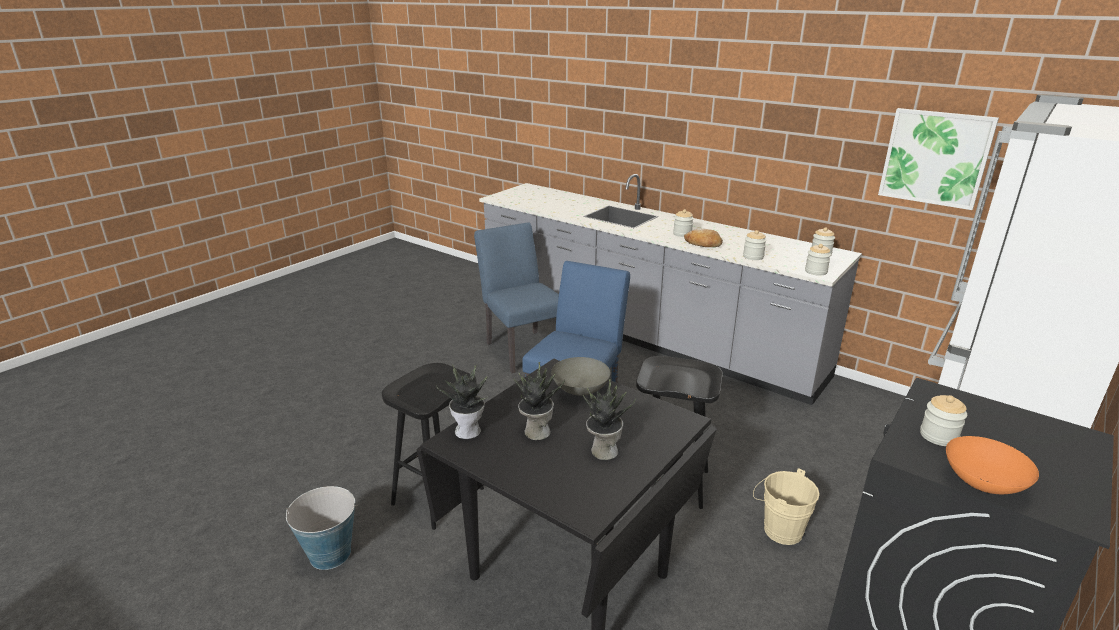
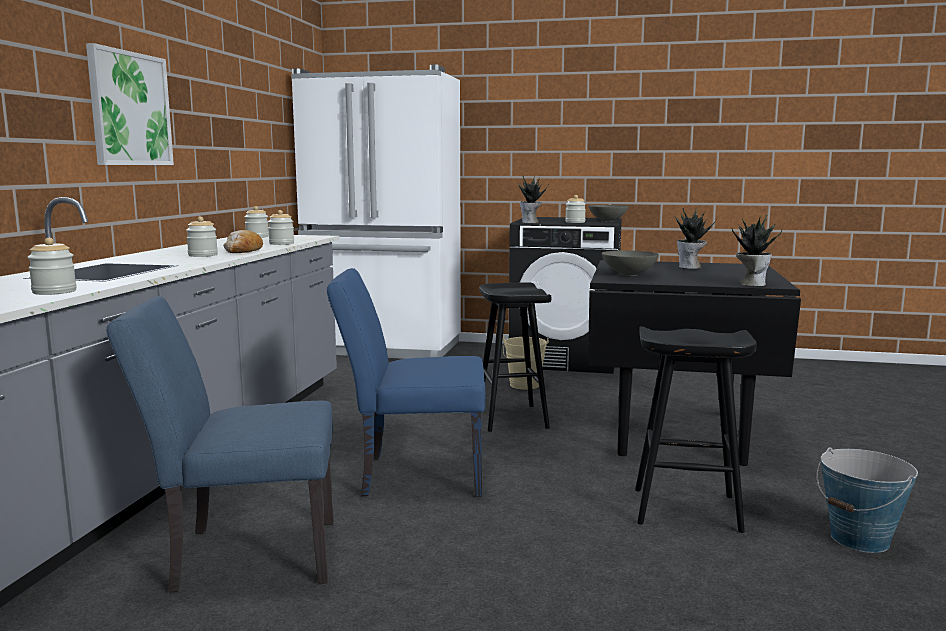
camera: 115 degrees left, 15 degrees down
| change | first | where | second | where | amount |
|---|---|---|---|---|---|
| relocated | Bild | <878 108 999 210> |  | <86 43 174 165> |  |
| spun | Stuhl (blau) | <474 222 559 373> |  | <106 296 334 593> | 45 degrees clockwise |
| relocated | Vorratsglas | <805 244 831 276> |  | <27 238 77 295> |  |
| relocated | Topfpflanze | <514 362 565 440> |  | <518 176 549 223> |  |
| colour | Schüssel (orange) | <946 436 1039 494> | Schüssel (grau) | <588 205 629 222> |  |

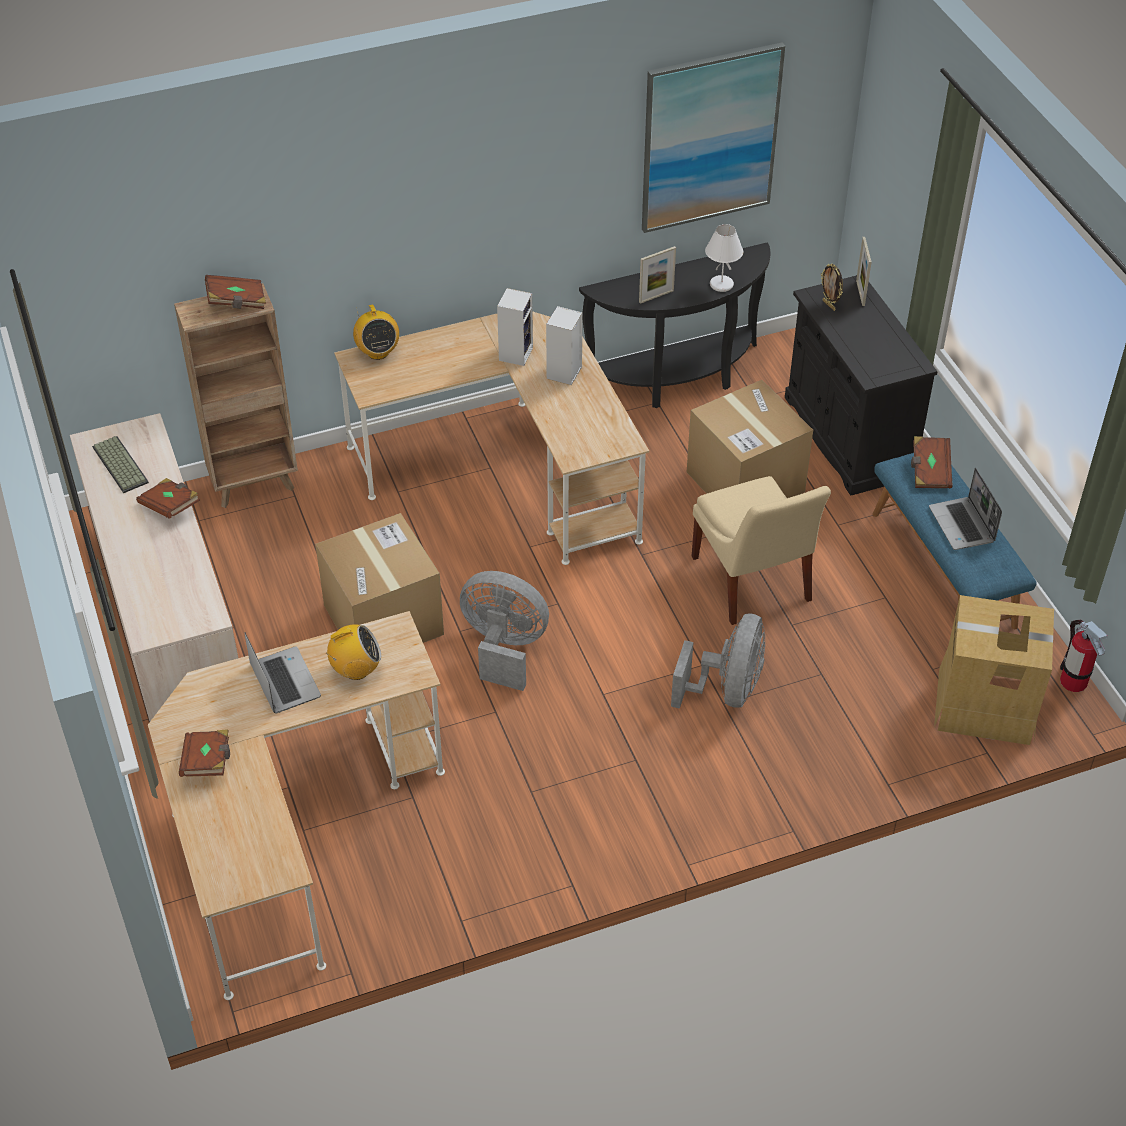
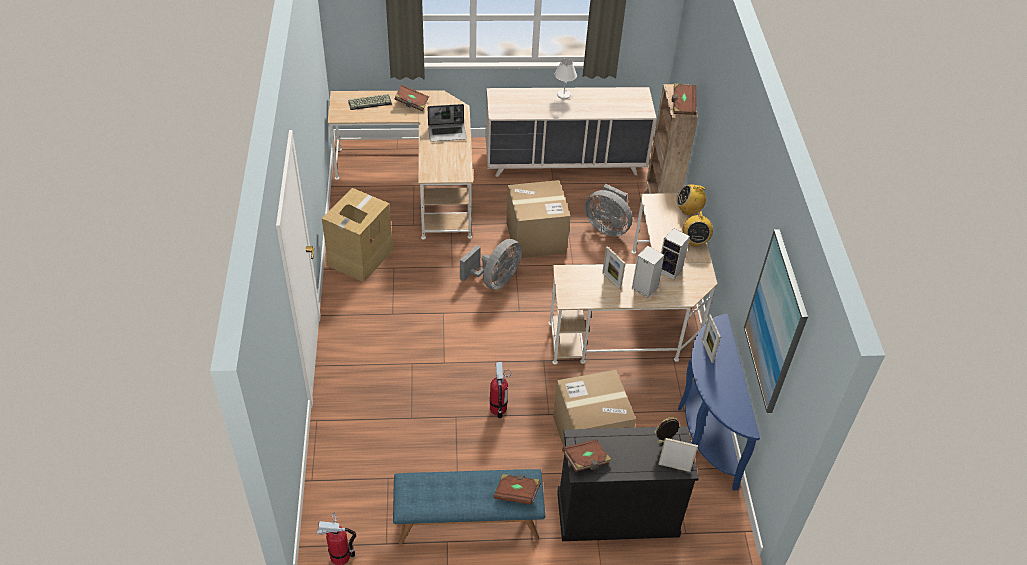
camera: 105 degrees right, 0 degrees up
| change | first | where | second | where | amount |
|---|---|---|---|---|---|
| relocated | Tischlampe (weiß) | <705 224 743 292> |  | <554 59 577 99> |  |
| colour | Konsolentisch (schwarz) | <579 243 770 408> | Konsolentisch (blau) | <678 314 760 491> |  |
| relocated | Tastatur | <92 436 149 493> |  | <348 94 392 110> |  |
| missing | Laptop | <929 468 1002 550> |  |  |  |
| exchanged | Stuhl (beige) | <692 476 831 625> | Feuerlöscher | <489 362 511 419> |  |
| relocated | Buch (braun) | <136 478 200 519> |  | <562 439 611 472> |  |
| relocated | Karton | <934 595 1054 745> |  | <322 188 394 282> |  |
| relocated | Ventilator (grau) | <671 613 765 709> |  | <585 184 633 236> |  |
| relocated | Radio | <326 625 381 680> |  | <683 211 713 247> |  |
| appeared |  |  | Bilderrahmen | <602 246 626 290> |  |

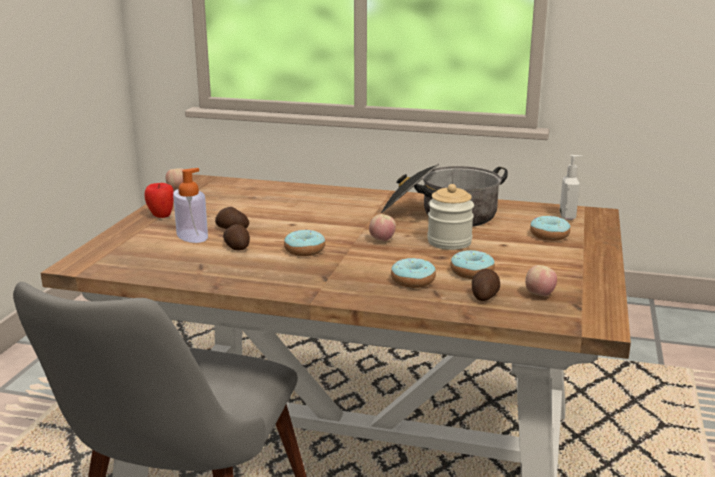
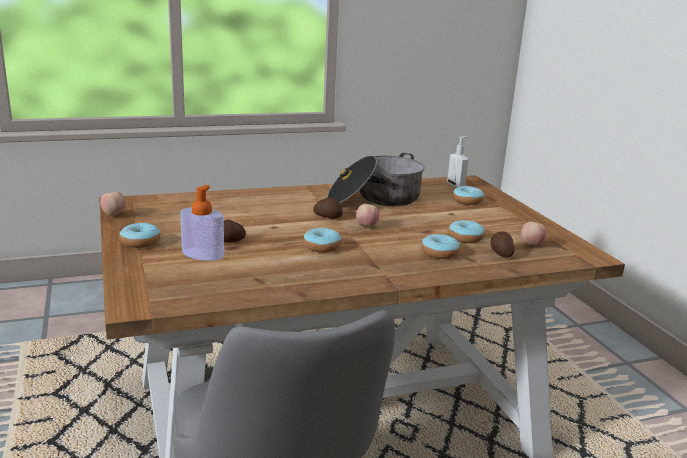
camera: 35 degrees left, 0 degrees up
| change | first | where | second | where | amount |
|---|---|---|---|---|---|
| exchanged | Apfel | <144 183 174 218> | Donut | <120 223 161 248> |  |
| missing | Vorratsglas | <427 184 474 250> |  |  |  |
| relocated | Kartoffel | <223 224 250 250> |  | <313 197 343 219> |  |

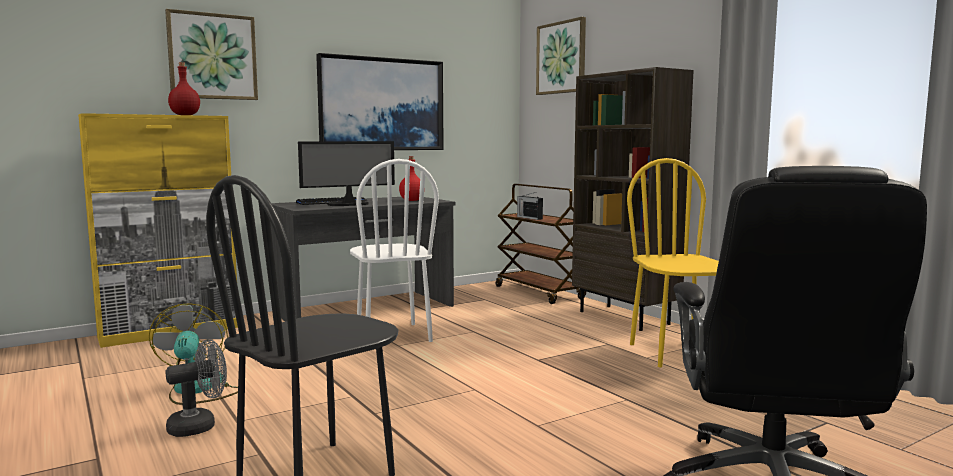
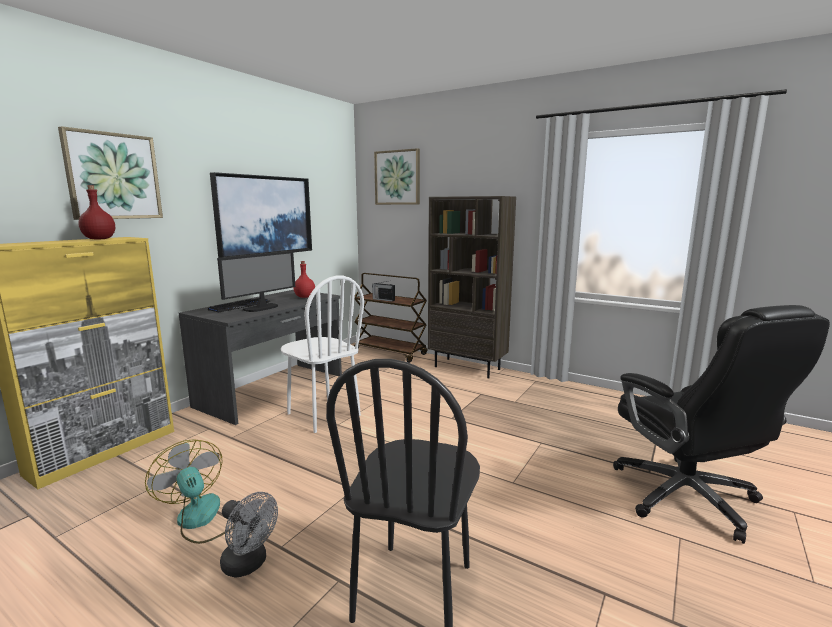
camera: 25 degrees left, 5 degrees up
| change | first | where | second | where | amount |
|---|---|---|---|---|---|
| missing | Stuhl (gelb) | <627 158 719 367> |  |  |  |
| spun | Ventilator (grau) | <166 339 227 437> |  | <220 492 278 578> | 90 degrees clockwise |

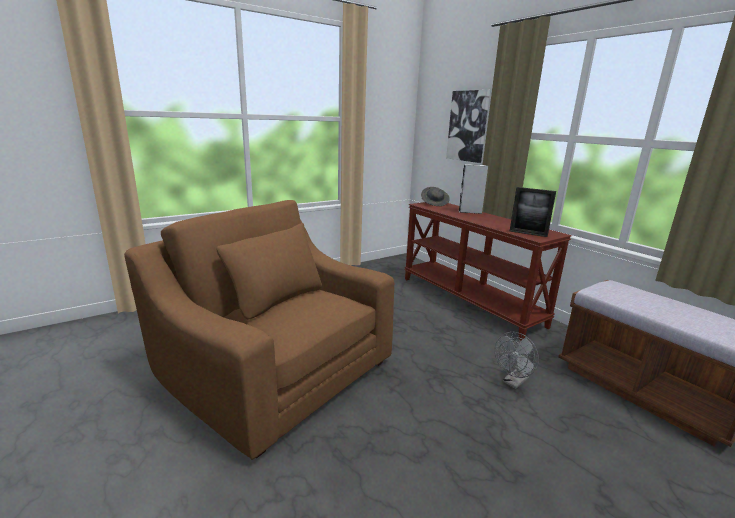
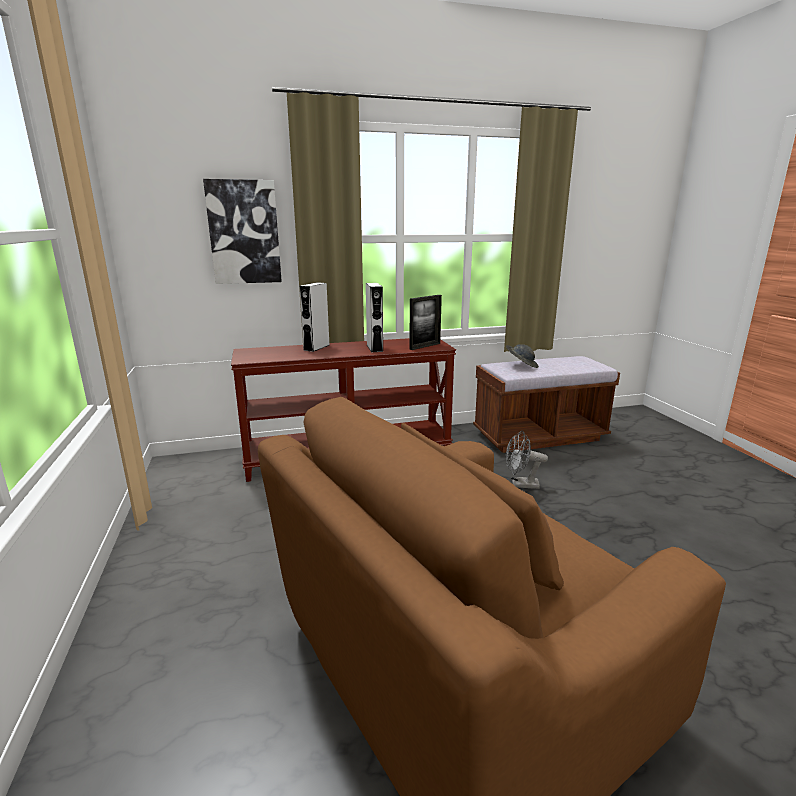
camera: 70 degrees left, 0 degrees up
| change | first | where | second | where | amount |
|---|---|---|---|---|---|
| relocated | Hut (grau) | <421 187 450 206> |  | <506 344 539 368> |  |
| spun | Ventilator (grau) | <495 332 539 389> |  | <506 431 548 489> | 120 degrees clockwise |
| appeared |  |  | Lautsprecher (grau) | <366 283 383 352> |  |

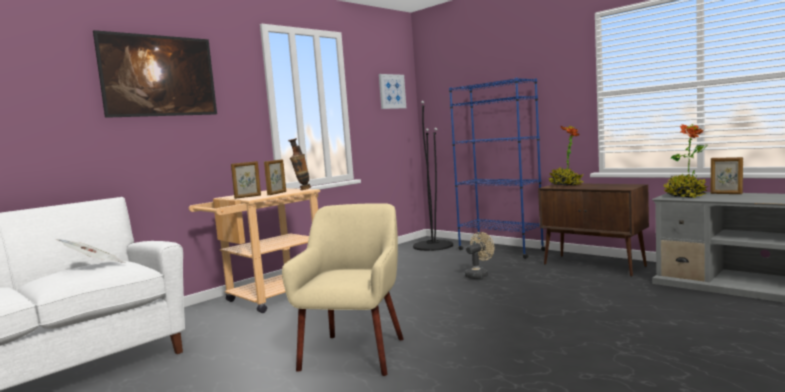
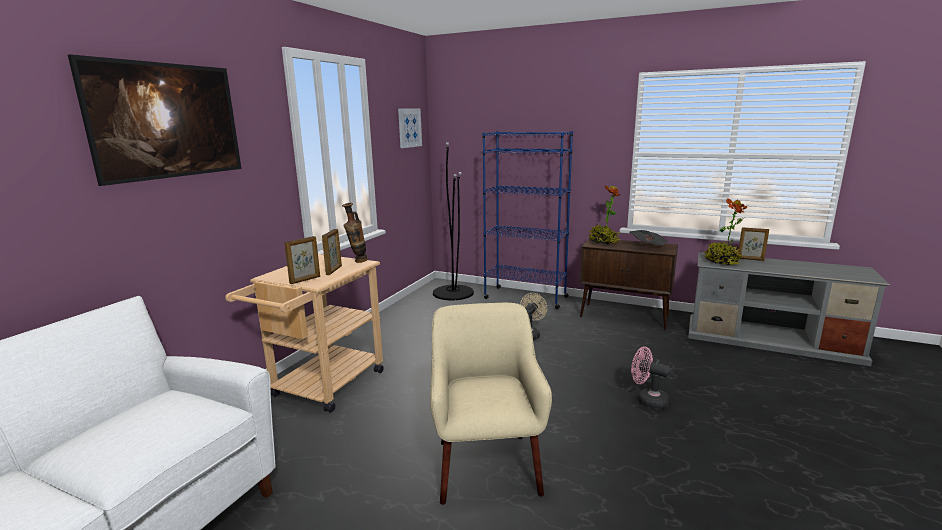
camera: 20 degrees left, 10 degrees up
| change | first | where | second | where | amount |
|---|---|---|---|---|---|
| relocated | Zeitung | <55 239 123 262> |  | <629 230 667 245> |  |
| appeared |  |  | Ventilator (rosa) | <631 346 671 410> |  |

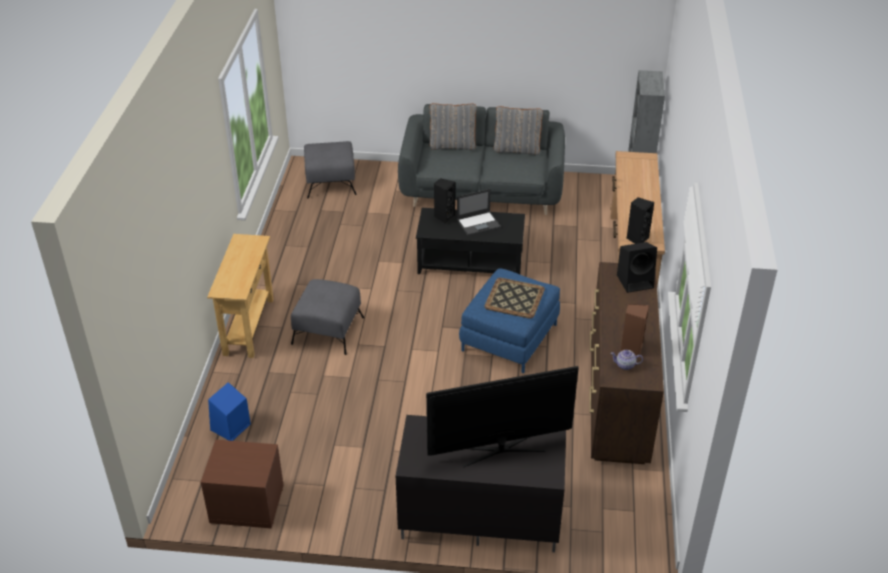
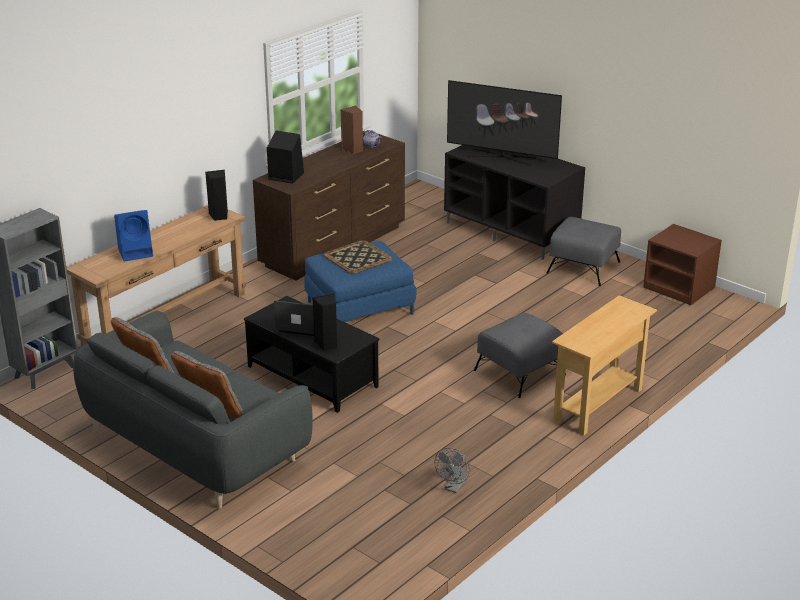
camera: 145 degrees left, 10 degrees down
| change | first | where | second | where | amount |
|---|---|---|---|---|---|
| relocated | Polsterhocker (grau) | <304 141 357 198> |  | <546 217 621 286> |  |
| relocated | Lautsprecher (blau) | <208 382 251 441> |  | <114 210 153 262> |  |
| appeared |  |  | Ventilator (grau) | <435 448 470 493> |  |

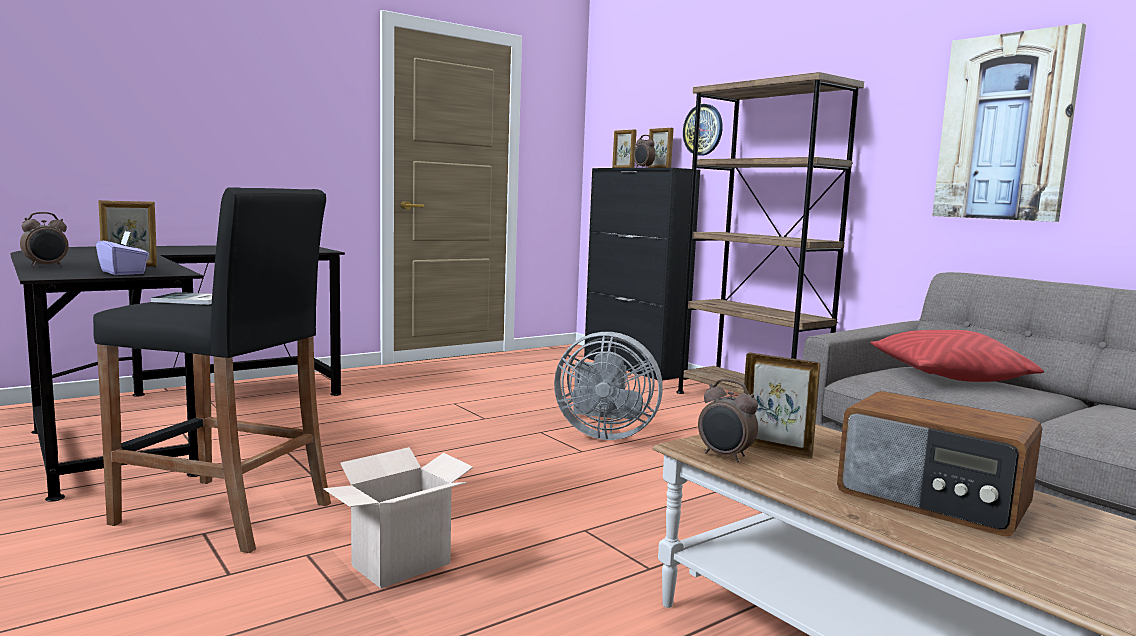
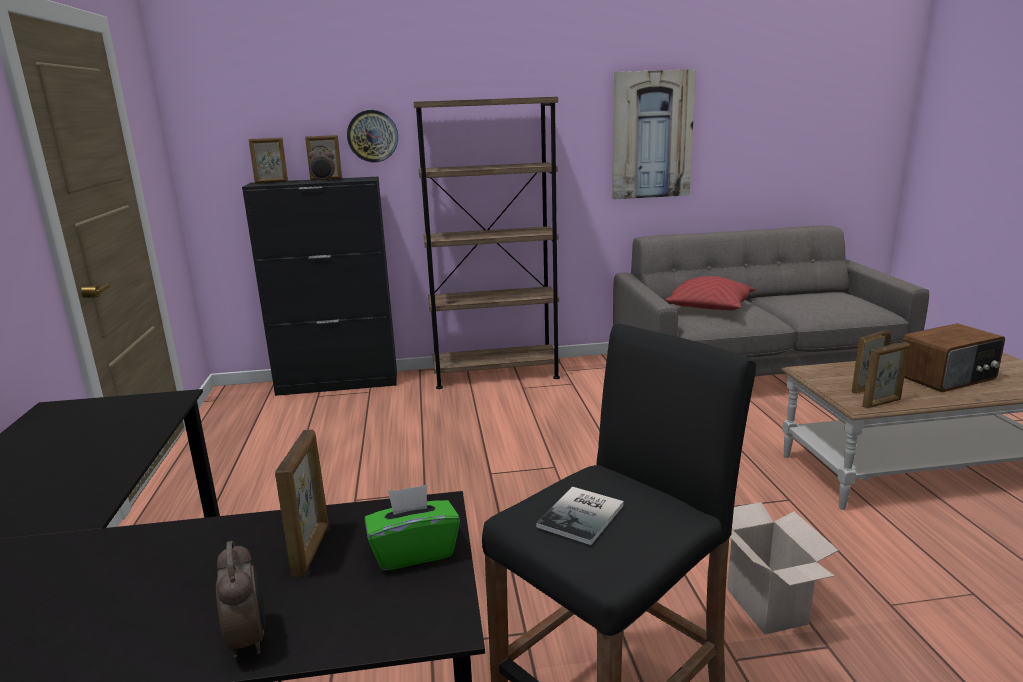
camera: 60 degrees left, 10 degrees up
| change | first | where | second | where | amount |
|---|---|---|---|---|---|
| colour | Taschentuchbox (lila) | <96 231 149 275> | Taschentuchbox (grün) | <365 485 460 571> |  |
| missing | Ventilator (grau) | <554 332 663 440> |  |  |  |
| exchanged | Wecker | <698 379 758 463> | Bilderrahmen | <862 342 909 408> |  |

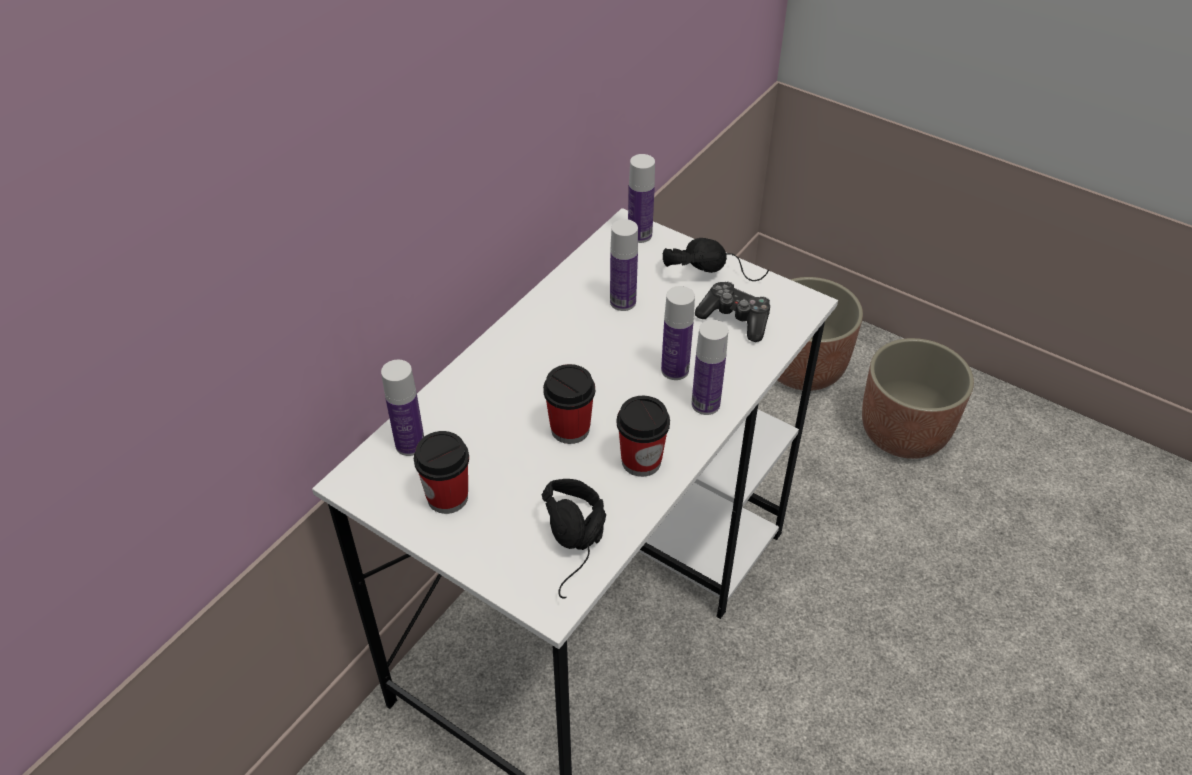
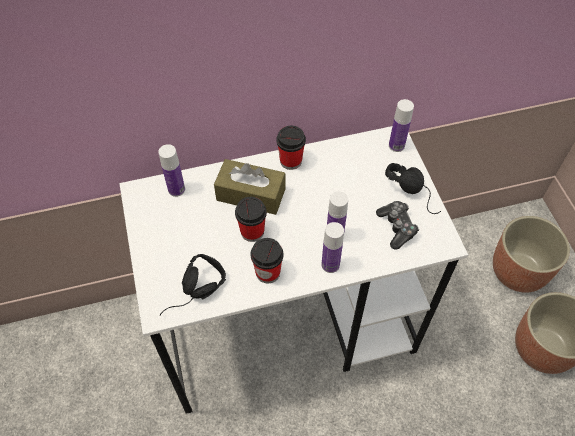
camera: 40 degrees right, 10 degrees up
| change | first | where | second | where | amount |
|---|---|---|---|---|---|
| missing | Flasche | <610 219 638 311> |  |  |  |
| relocated | Tasse | <414 431 469 514> |  | <277 126 306 170> |  |
| appeared |  |  | Taschentuchbox (braun) | <214 159 285 215> |  |

